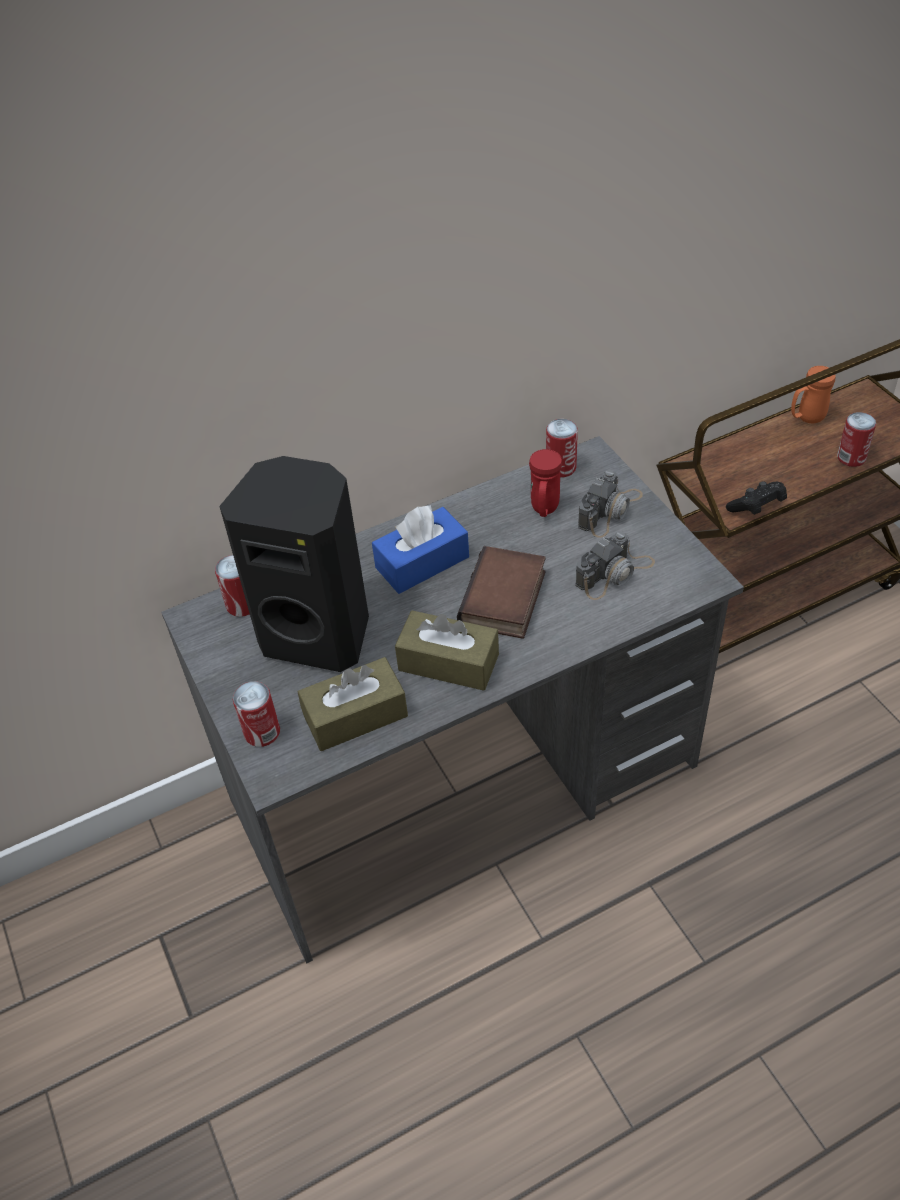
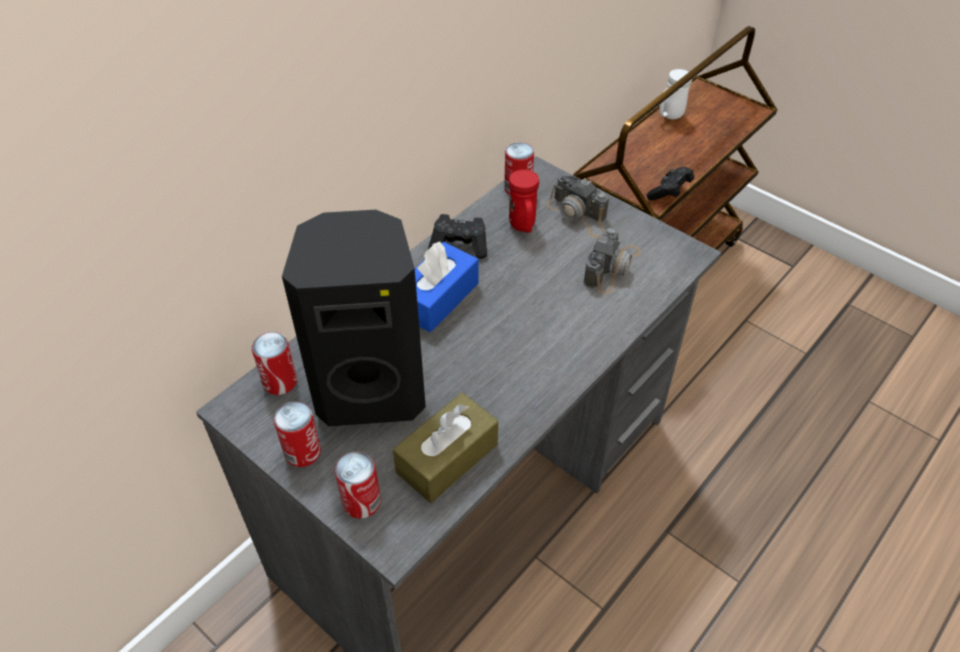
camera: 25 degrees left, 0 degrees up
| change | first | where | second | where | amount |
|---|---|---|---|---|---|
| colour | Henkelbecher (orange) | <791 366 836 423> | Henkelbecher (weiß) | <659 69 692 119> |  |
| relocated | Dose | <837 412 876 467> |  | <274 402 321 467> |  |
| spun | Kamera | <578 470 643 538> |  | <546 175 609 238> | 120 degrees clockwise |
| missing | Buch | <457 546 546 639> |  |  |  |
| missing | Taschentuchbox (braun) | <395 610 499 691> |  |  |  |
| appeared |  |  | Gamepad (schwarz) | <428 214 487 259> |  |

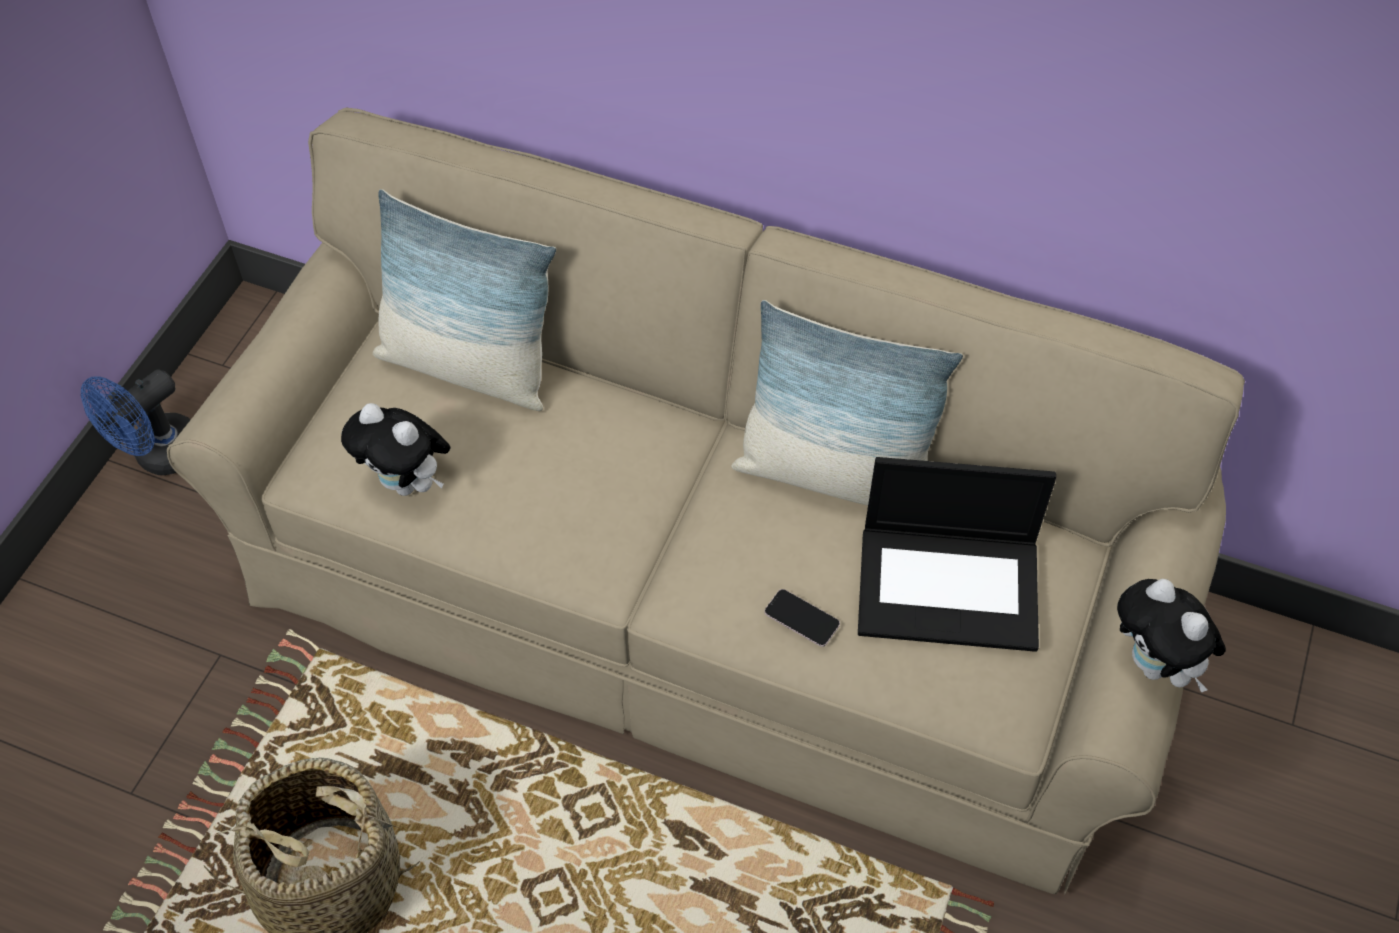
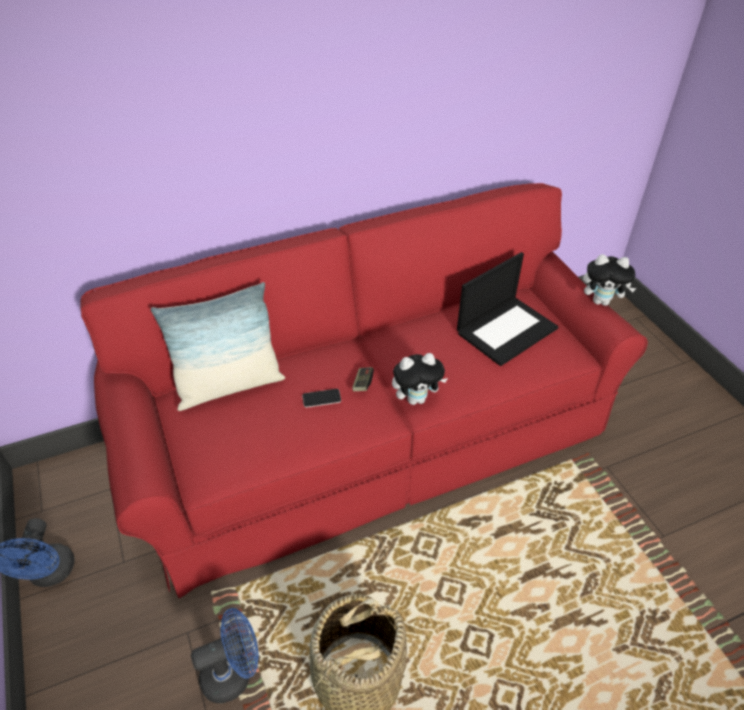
camera: 45 degrees left, 10 degrees down
| change | first | where | second | where | amount |
|---|---|---|---|---|---|
| colour | Sofa (beige) | <167 108 1245 894> | Sofa (rot) | <80 183 648 598> |  |
| missing | Kissen | <731 300 963 506> |  |  |  |
| relocated | Plüschtier | <341 403 451 496> |  | <392 353 448 405> |  |
| relocated | Handy | <764 589 840 647> |  | <302 389 341 408> |  |
| appeared |  |  | Gamepad | <352 367 374 391> |  |
| appeared |  |  | Ventilator (blau) | <191 608 259 703> |  |

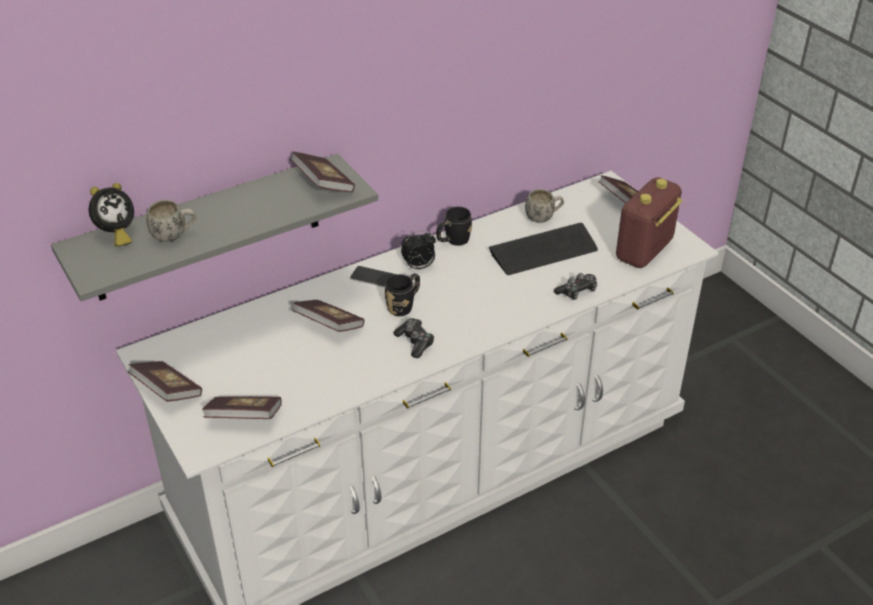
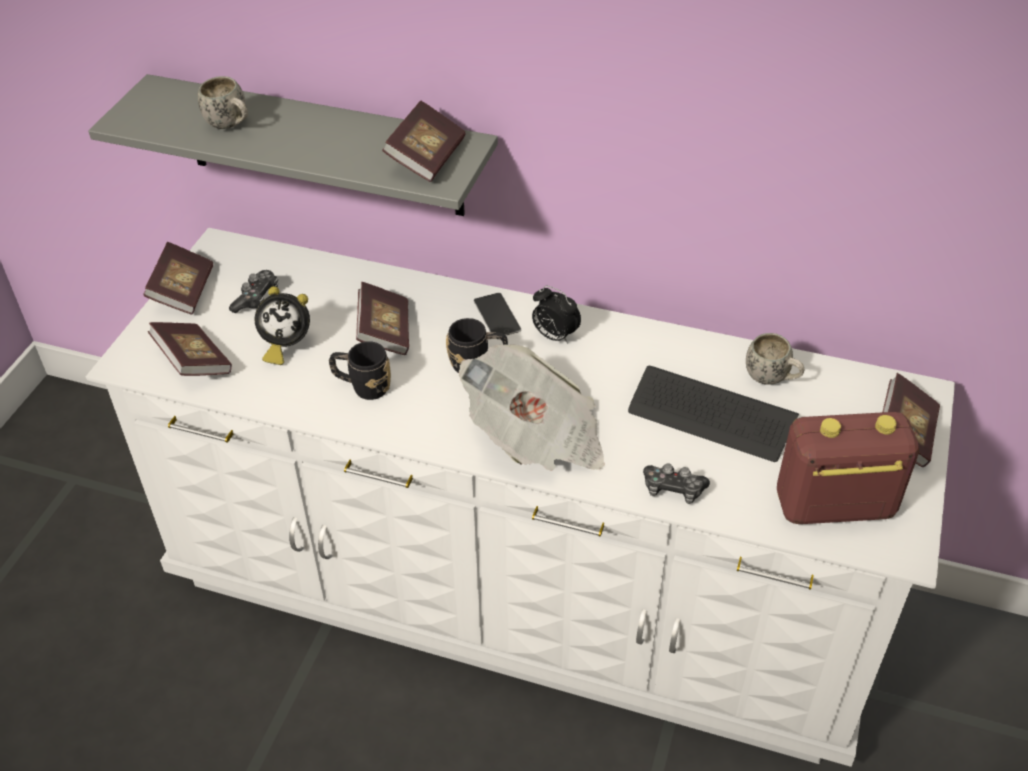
camera: 50 degrees right, 5 degrees up
| change | first | where | second | where | amount |
|---|---|---|---|---|---|
| relocated | Wecker | <89 183 134 247> |  | <255 286 310 365> |  |
| relocated | Henkelbecher (schwarz) | <436 207 472 246> |  | <329 341 391 400> |  |
| relocated | Gamepad | <393 318 434 358> |  | <229 270 278 313> |  |
| appeared |  |  | Zeitung | <459 345 605 471> |  |

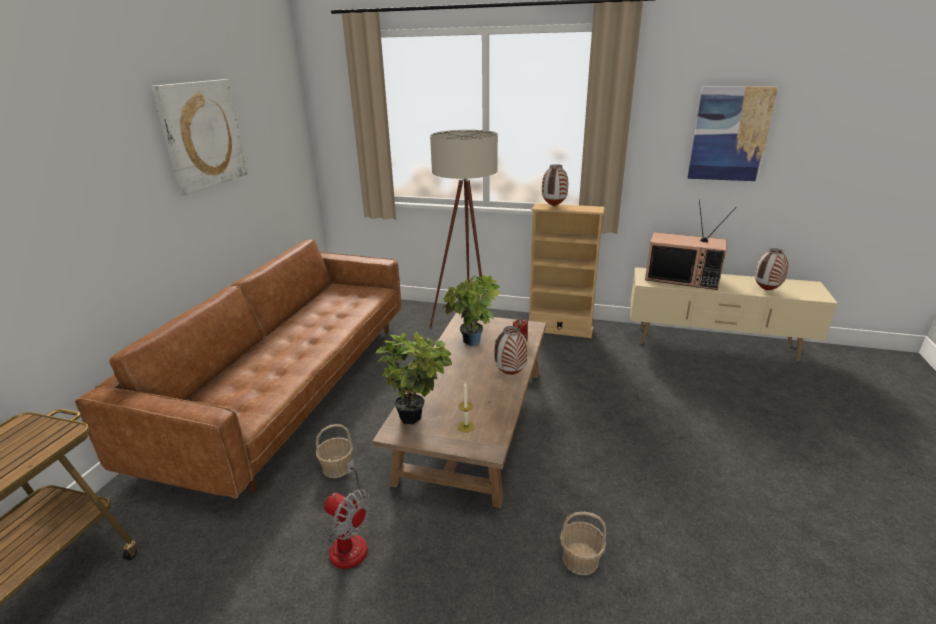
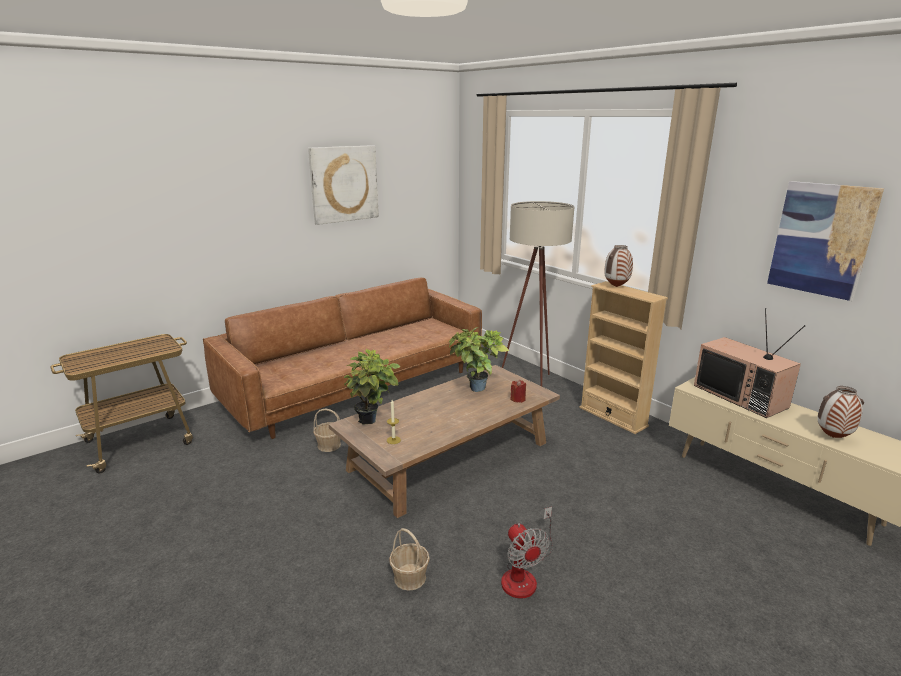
camera: 35 degrees right, 5 degrees down
| change | first | where | second | where | amount |
|---|---|---|---|---|---|
| missing | Vase | <494 326 528 375> |  |  |  |
| relocated | Ventilator | <324 459 372 569> |  | <501 507 553 599> |  |

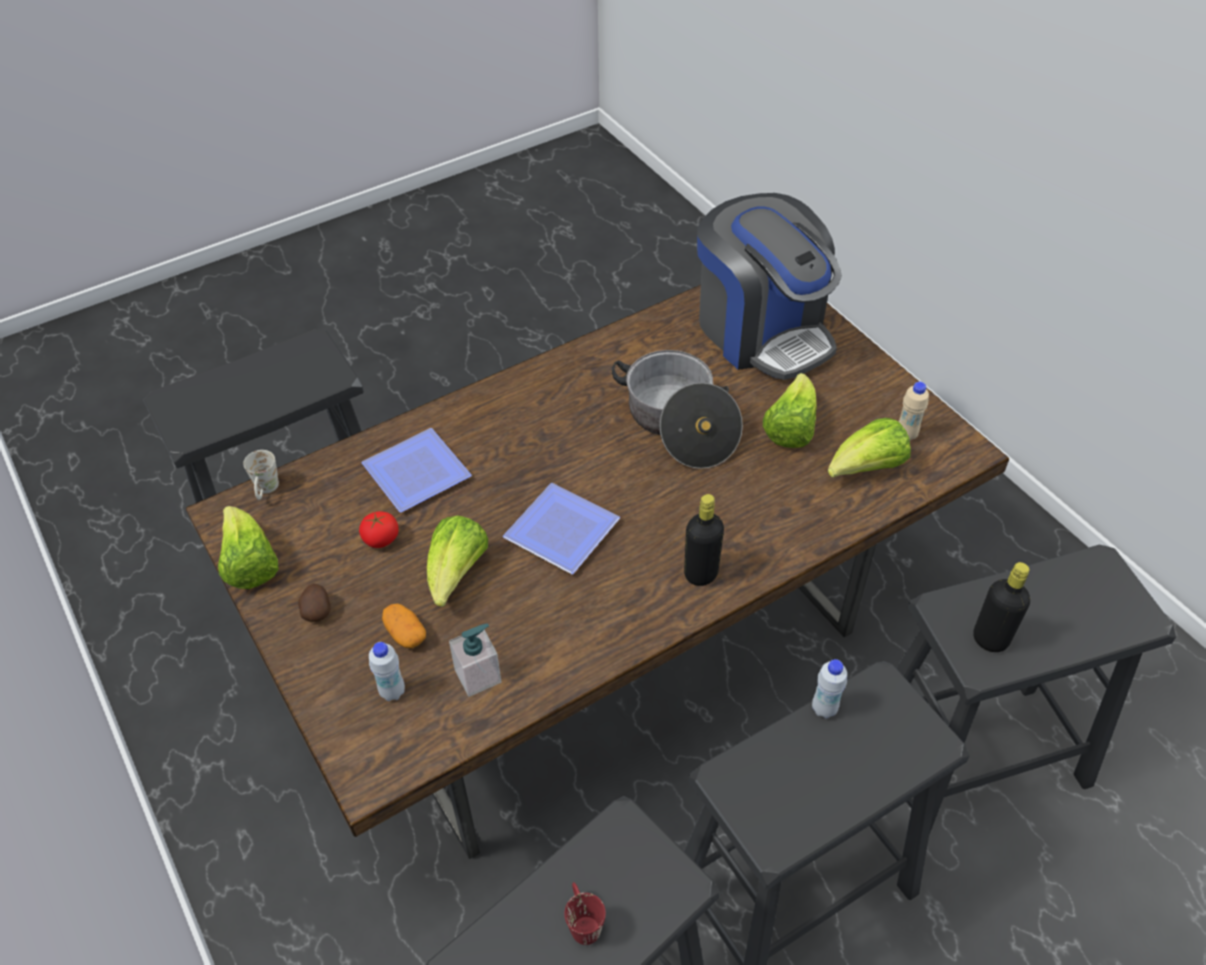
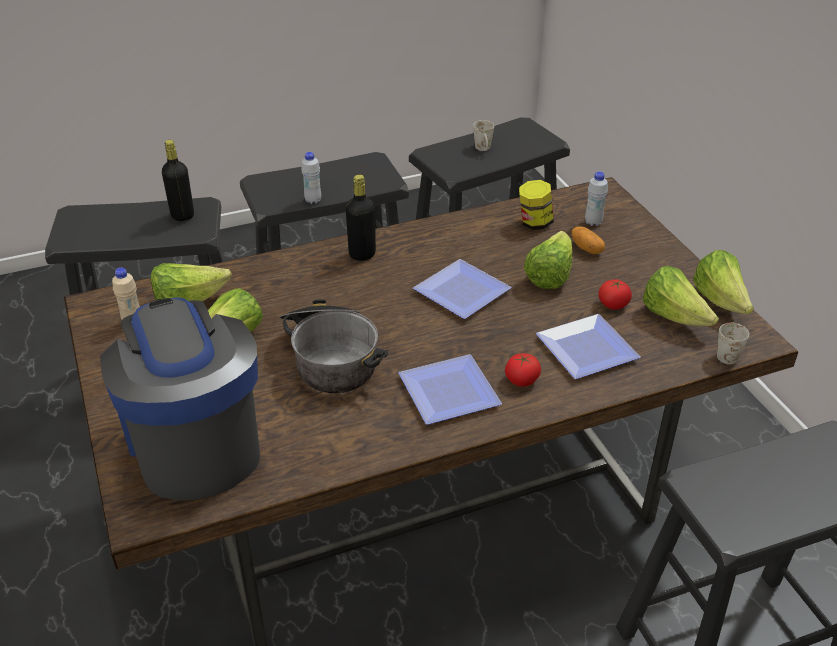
camera: 170 degrees left, 10 degrees down
| change | first | where | second | where | amount |
|---|---|---|---|---|---|
| missing | Kartoffel | <298 583 331 622> |  |  |  |
| exchanged | Seifenspender | <449 624 501 697> | Vorratsglas | <519 180 554 230> |  |
| colour | Henkelbecher (rot) | <564 882 606 945> | Henkelbecher (weiß) | <473 120 494 151> |  |
| appeared |  |  | Salatkopf | <643 266 719 326> |  |
| appeared |  |  | Tomate | <505 353 541 387> |  |
| appeared |  |  | Teller | <399 354 502 425> |  |

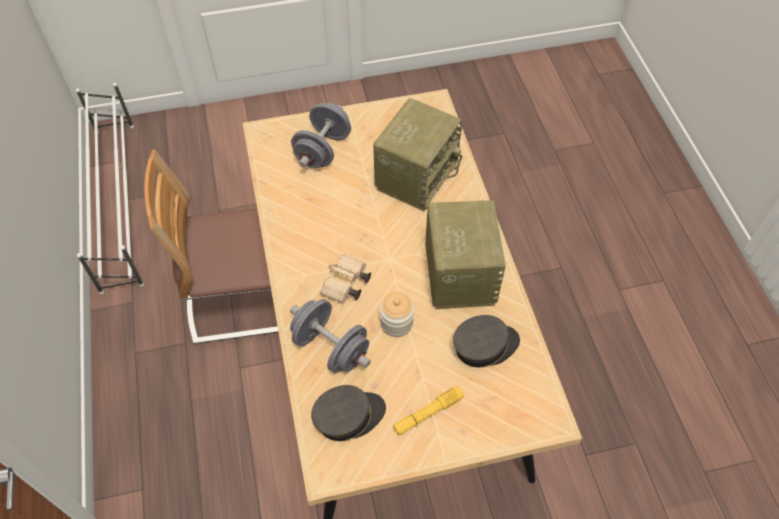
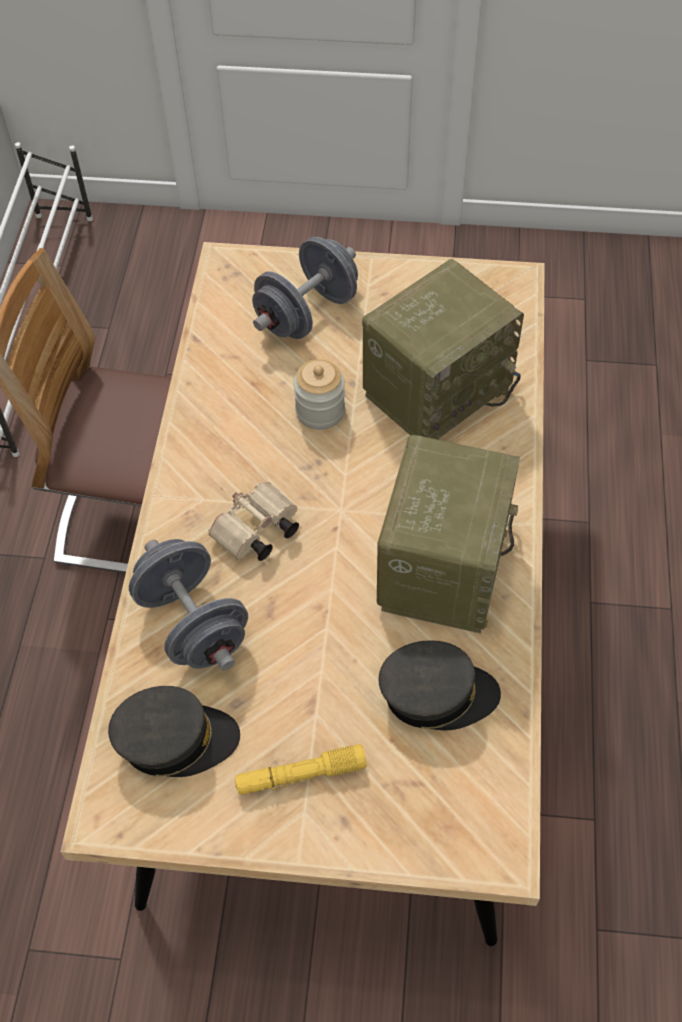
camera: 20 degrees right, 0 degrees up
| change | first | where | second | where | amount |
|---|---|---|---|---|---|
| relocated | Vorratsglas | <380 292 414 337> |  | <294 359 345 430> |  |

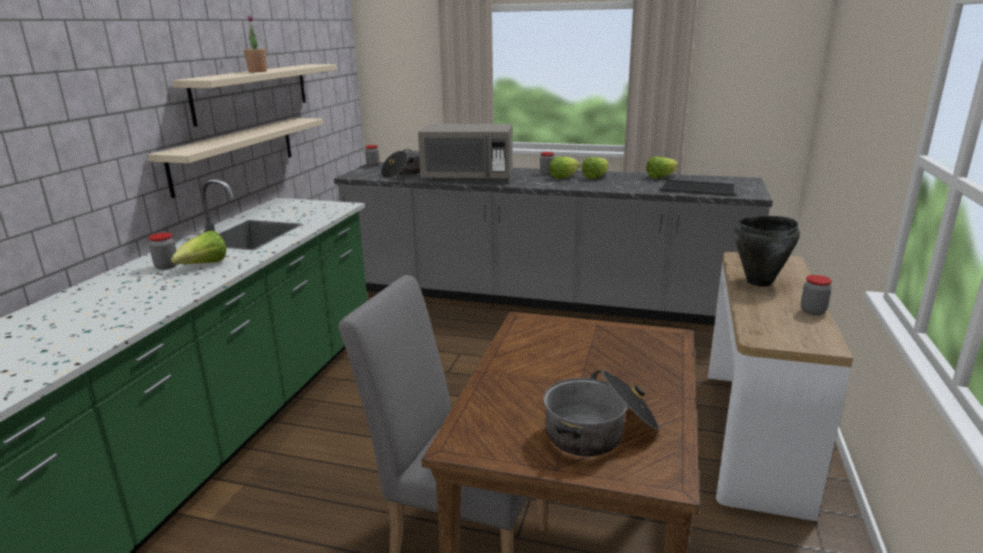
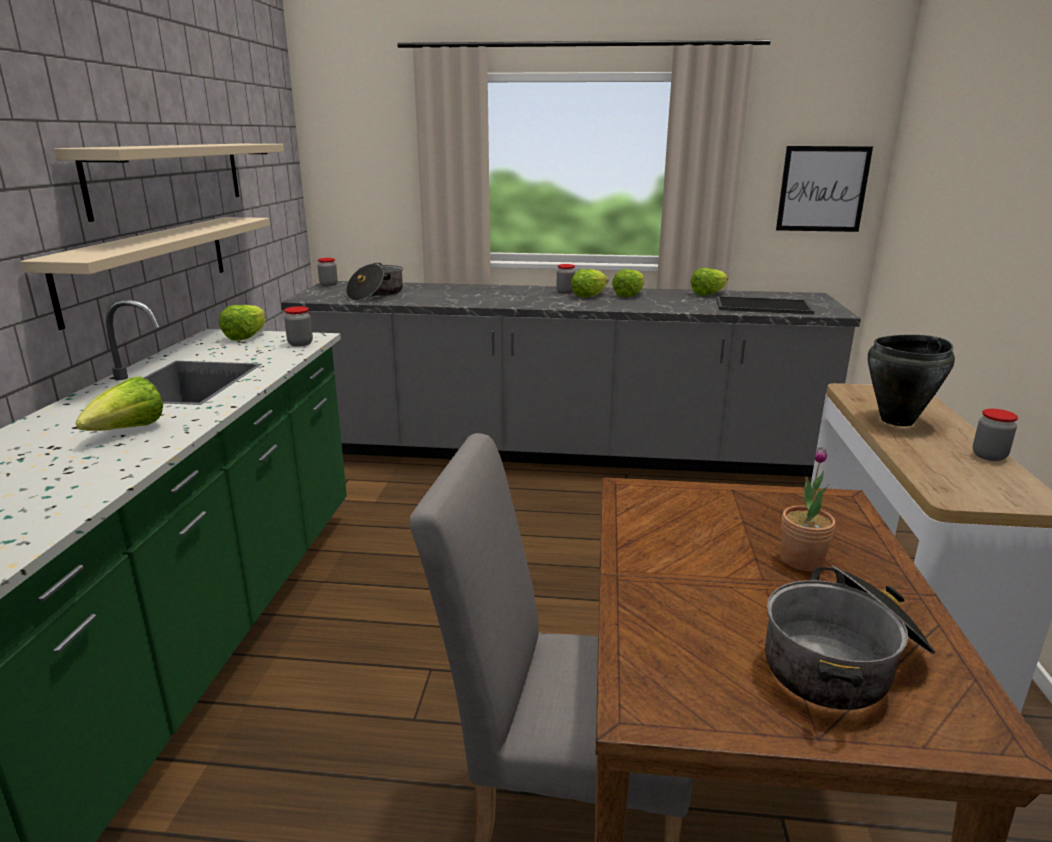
camera: 10 degrees left, 0 degrees up
| change | first | where | second | where | amount |
|---|---|---|---|---|---|
| relocated | Topfpflanze | <244 15 267 72> |  | <781 447 835 571> |  |
| missing | Mikrowelle (grau) | <418 124 513 181> |  |  |  |
| relocated | Vorratsglas | <148 233 177 270> |  | <284 306 313 347> |  |
| appeared |  |  | Bild | <776 146 873 232> |  |
| appeared |  |  | Salatkopf | <219 305 265 341> |  |

